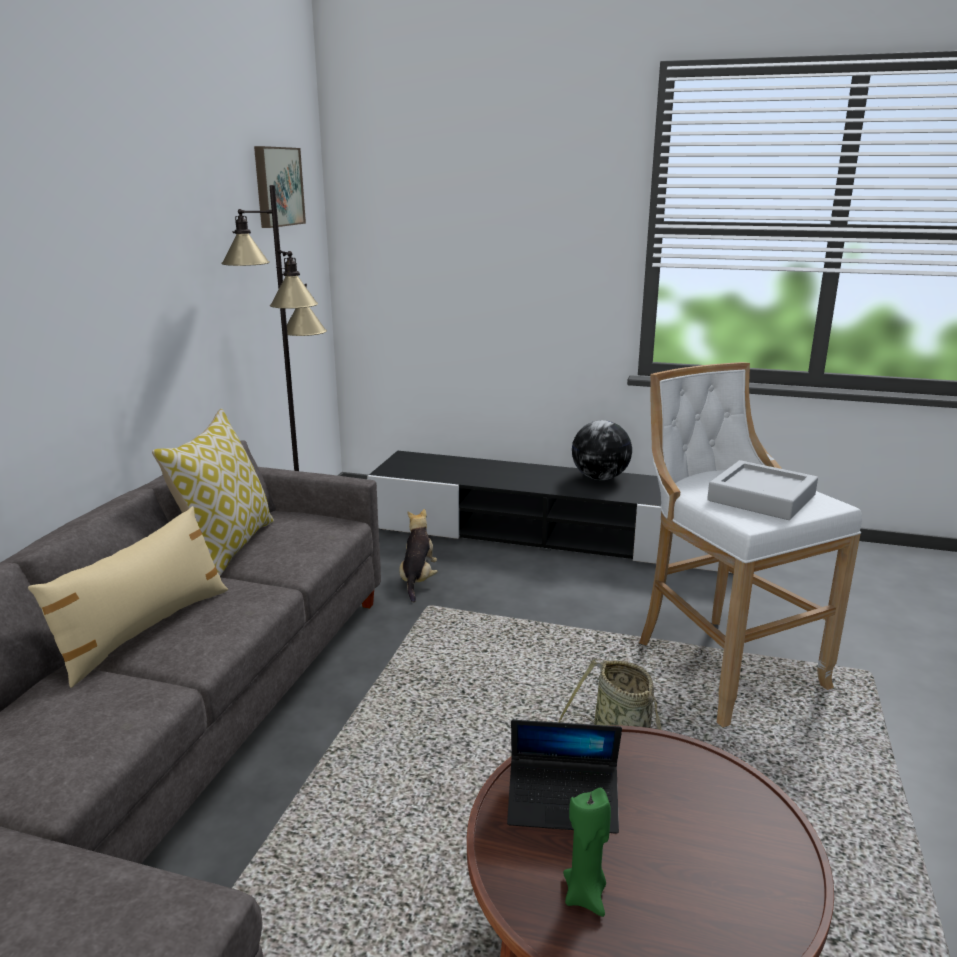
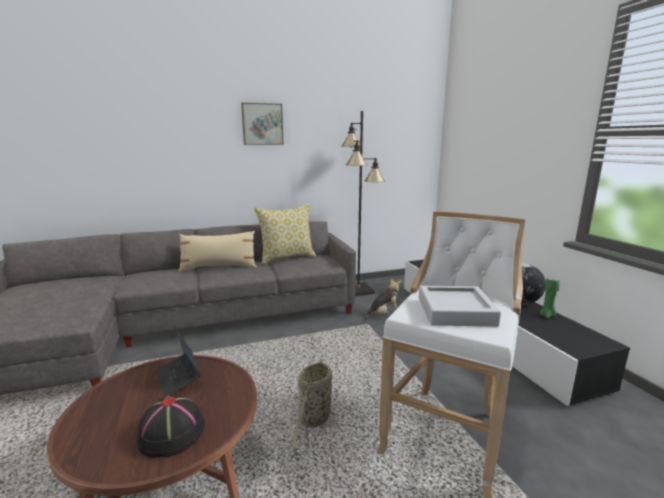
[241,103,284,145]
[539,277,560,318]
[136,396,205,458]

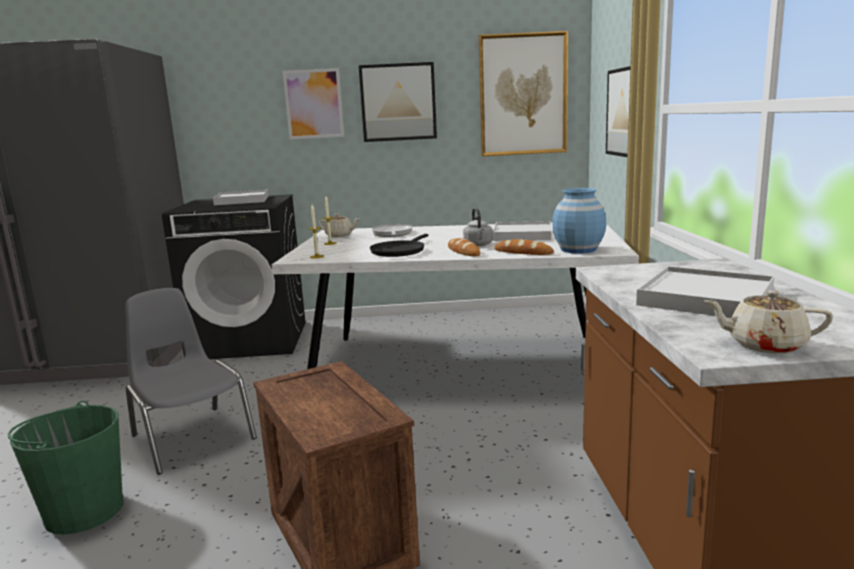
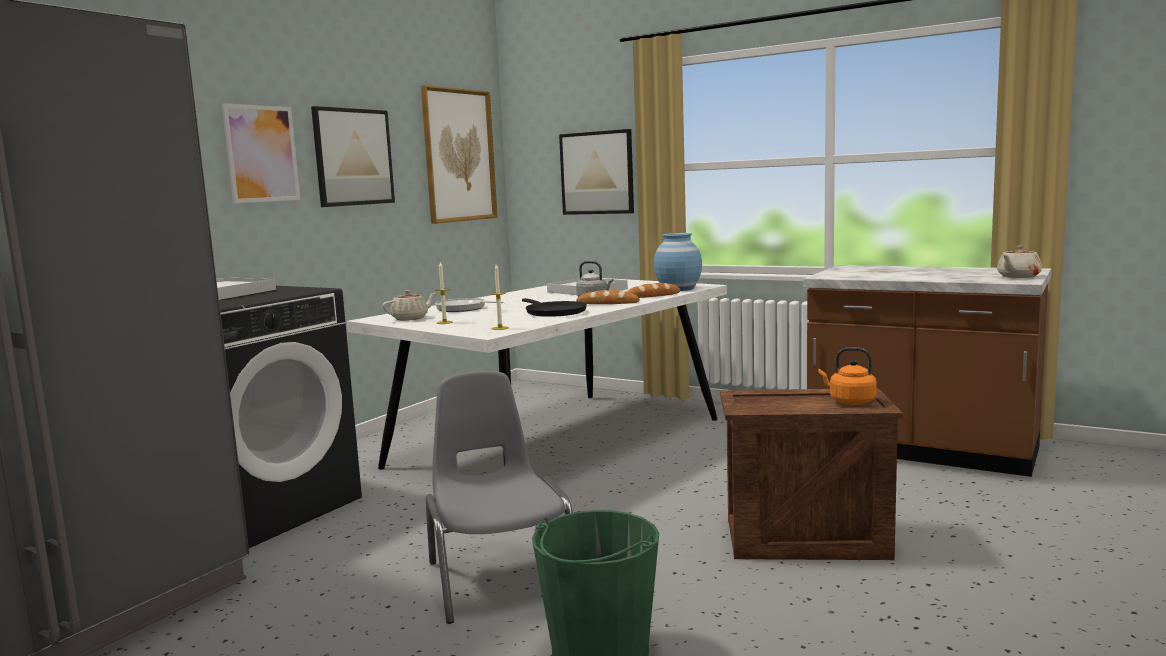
[426,371,573,624]
[636,266,774,318] (first image)
[818,347,877,405]

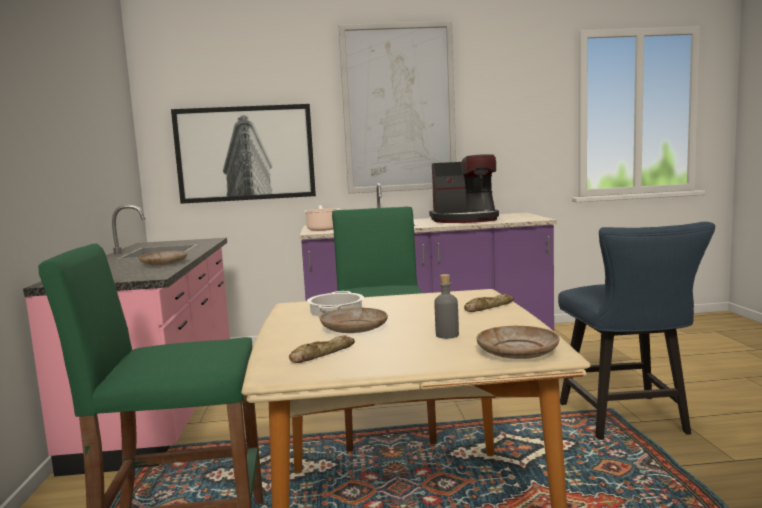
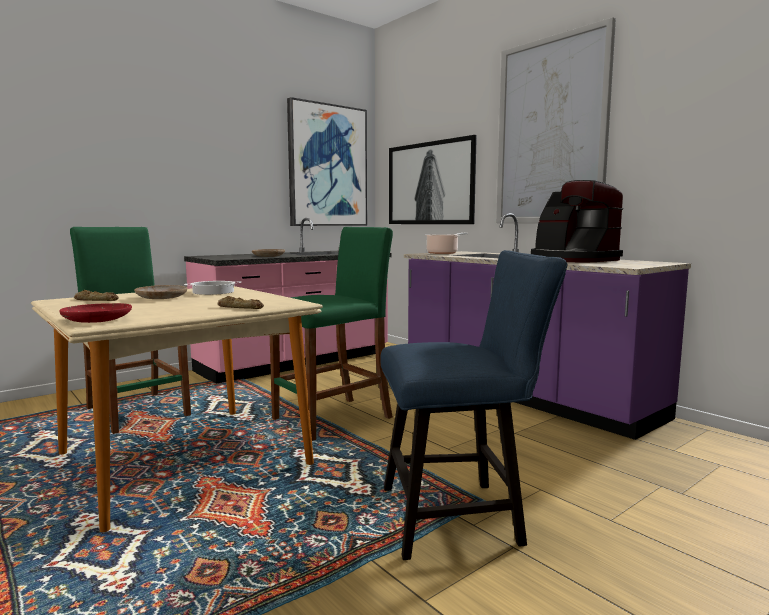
[434,274,459,339] (first image)
[59,303,132,323]
[380,250,568,560]
[287,97,367,226]

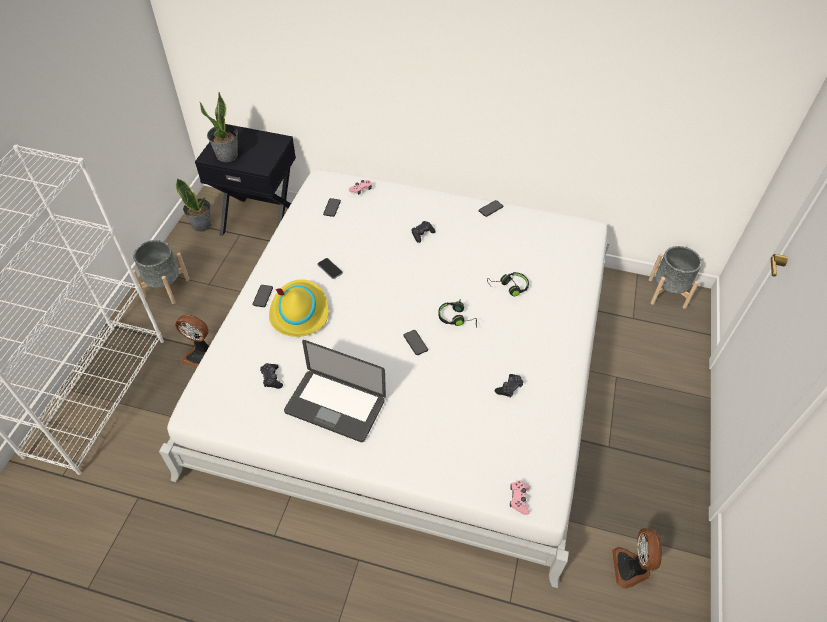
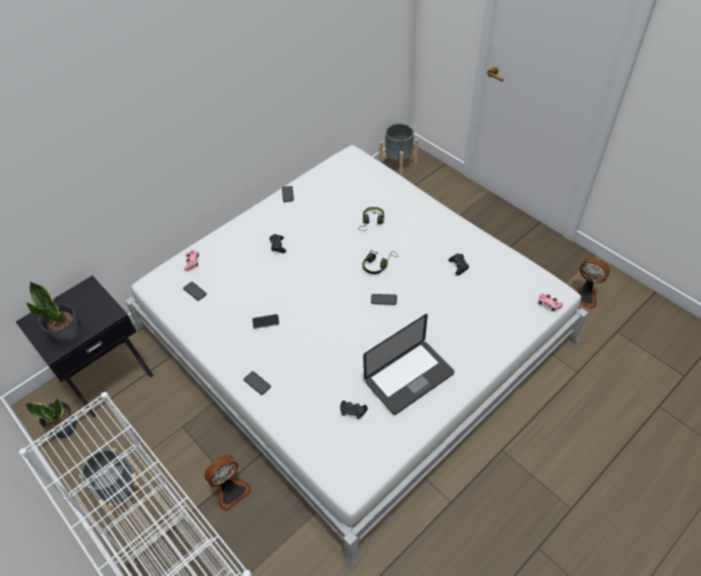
[269,279,329,337] (first image)

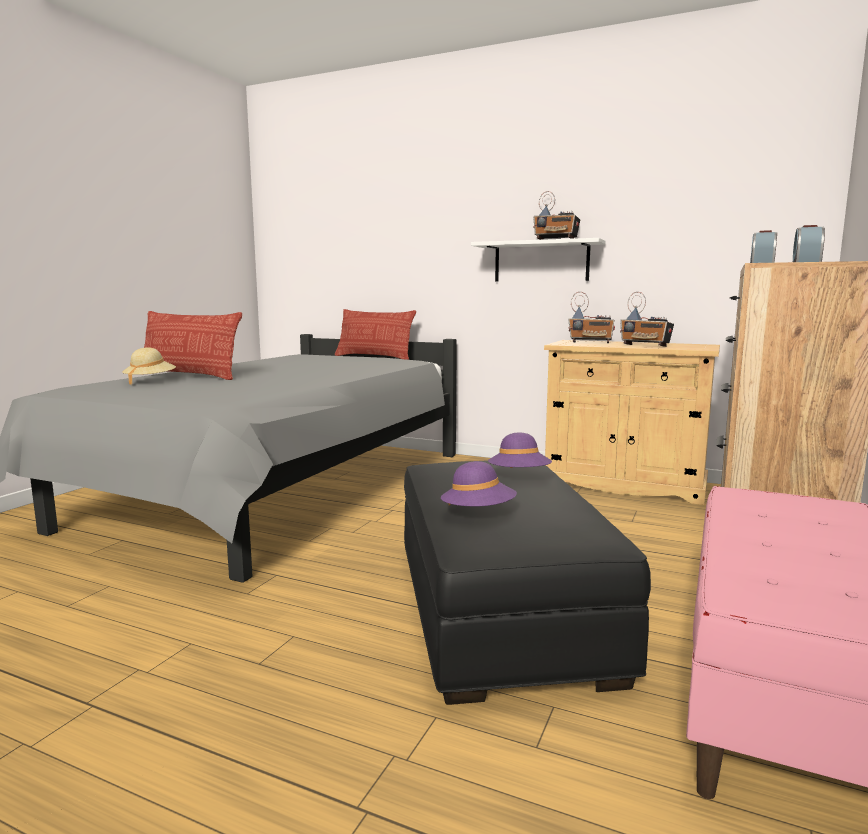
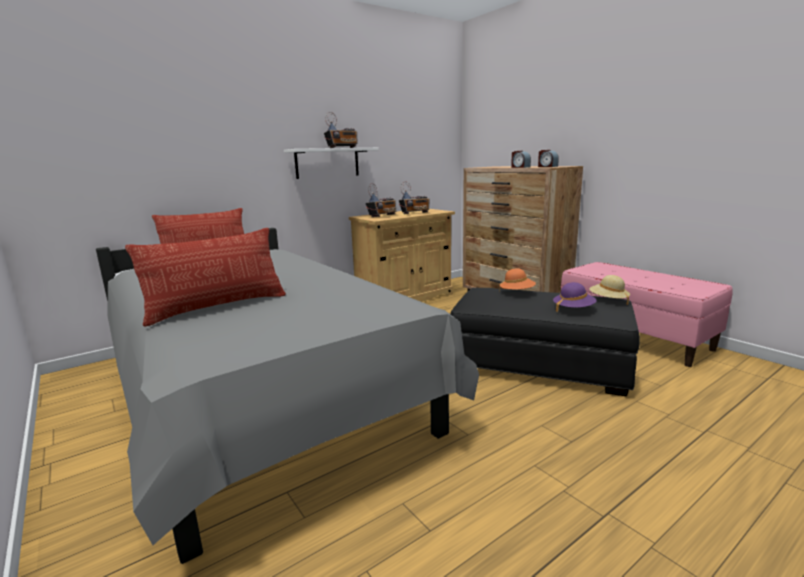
[589,275,630,305]
[499,268,536,291]

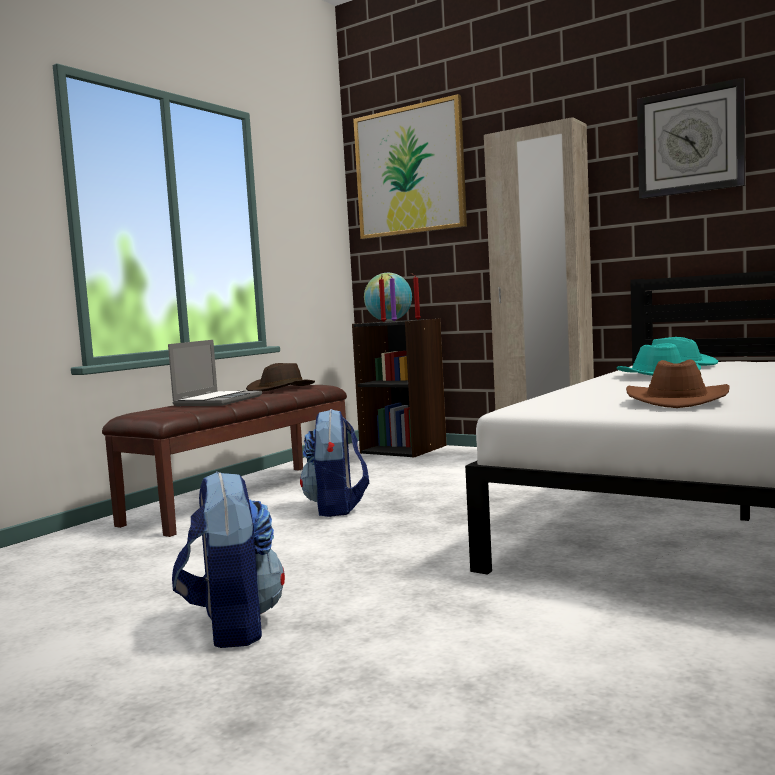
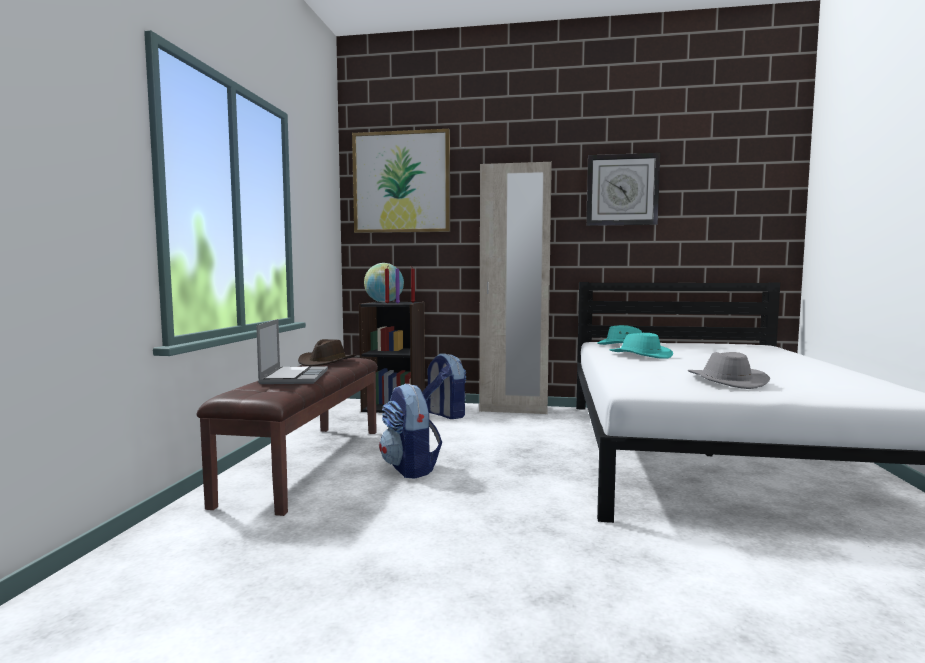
[422,353,466,419]
[688,352,770,389]

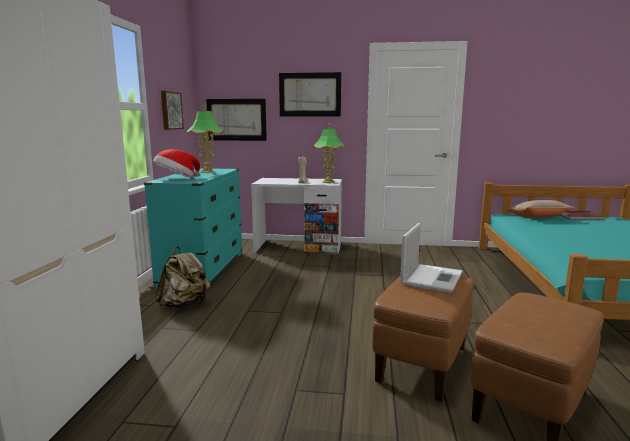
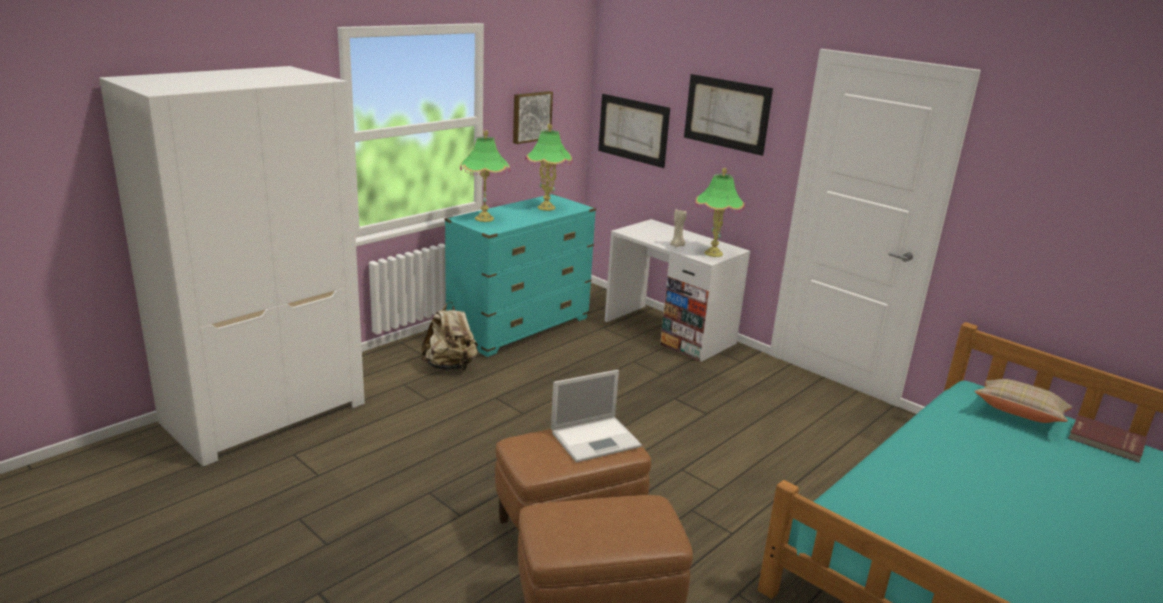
[460,130,510,222]

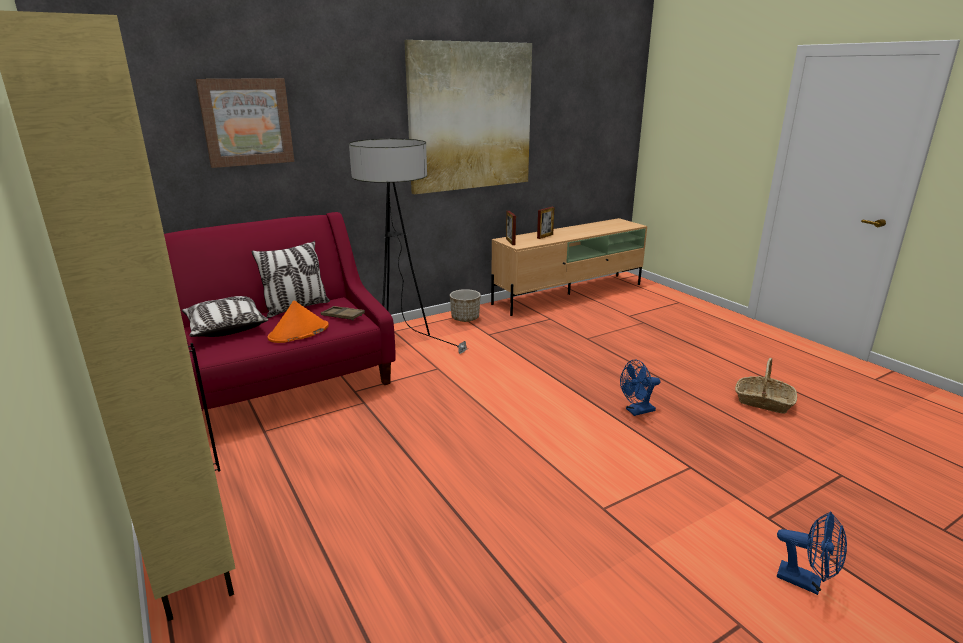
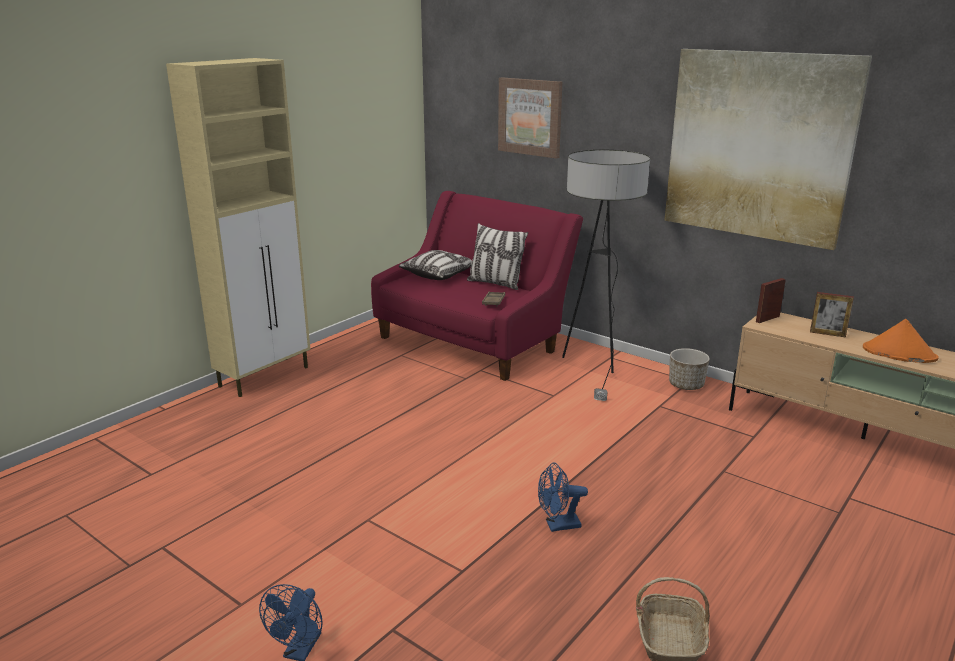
[863,319,939,363]
[538,462,588,532]

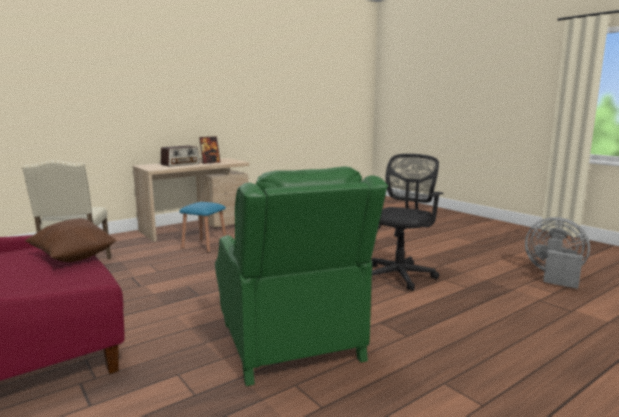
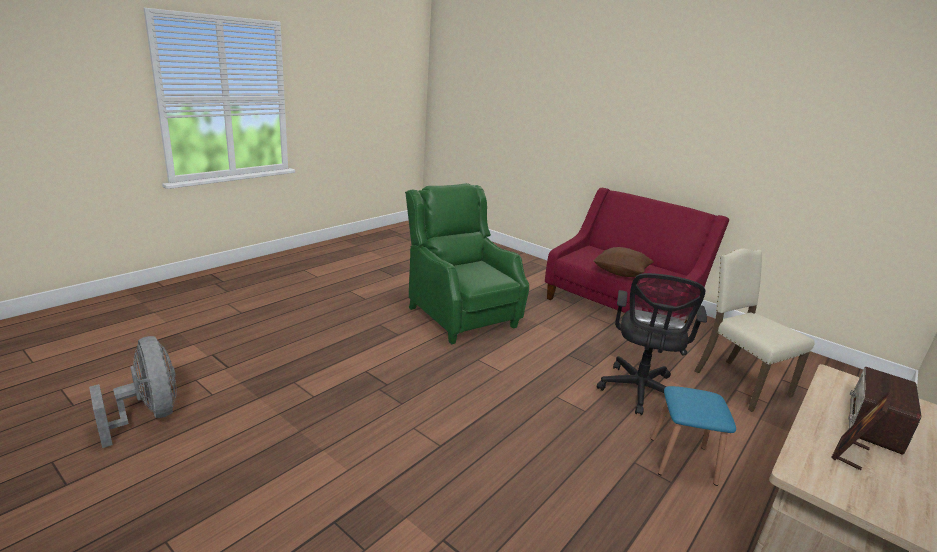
[597,273,707,416]
[89,336,176,448]

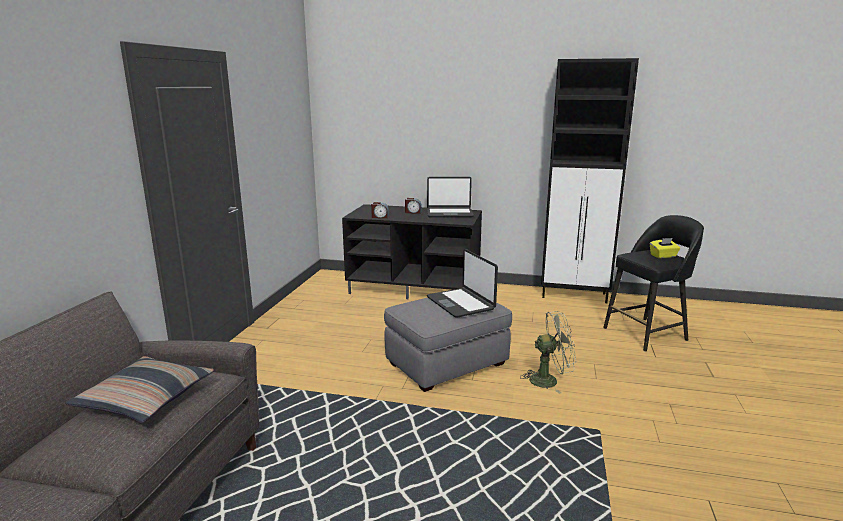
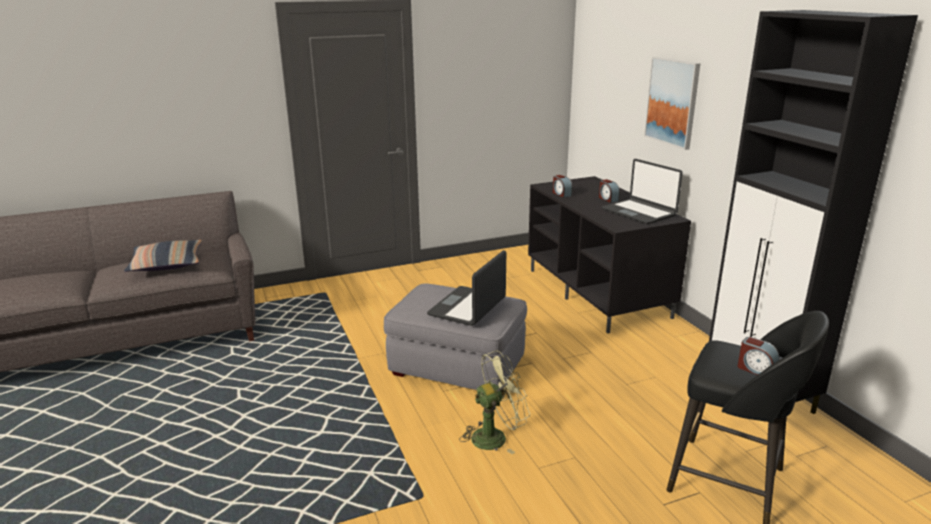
[459,351,530,455]
[738,337,779,375]
[644,57,700,150]

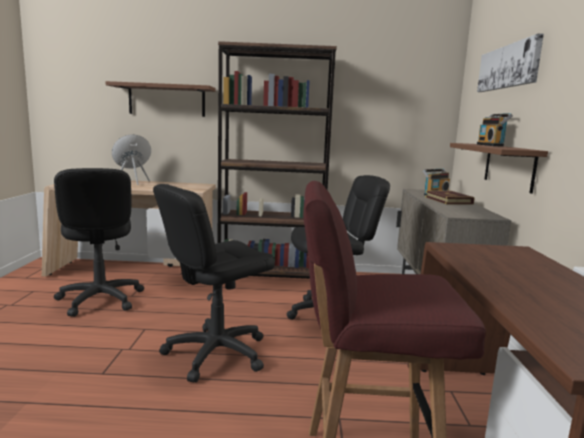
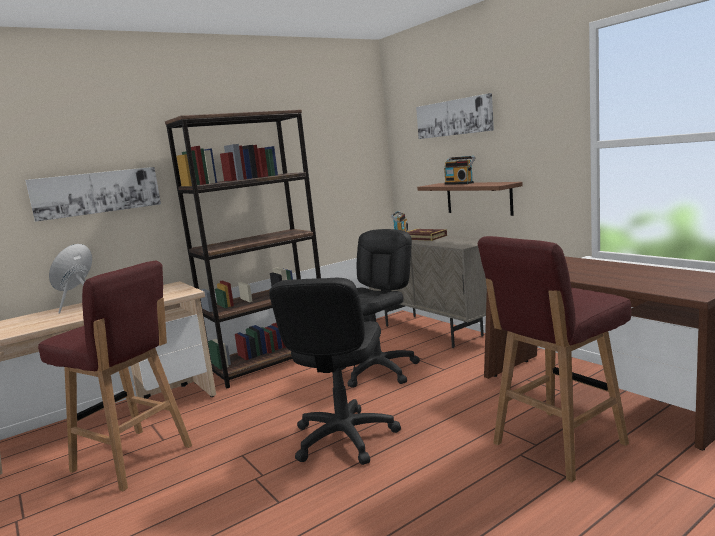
[38,261,192,491]
[25,167,161,222]

